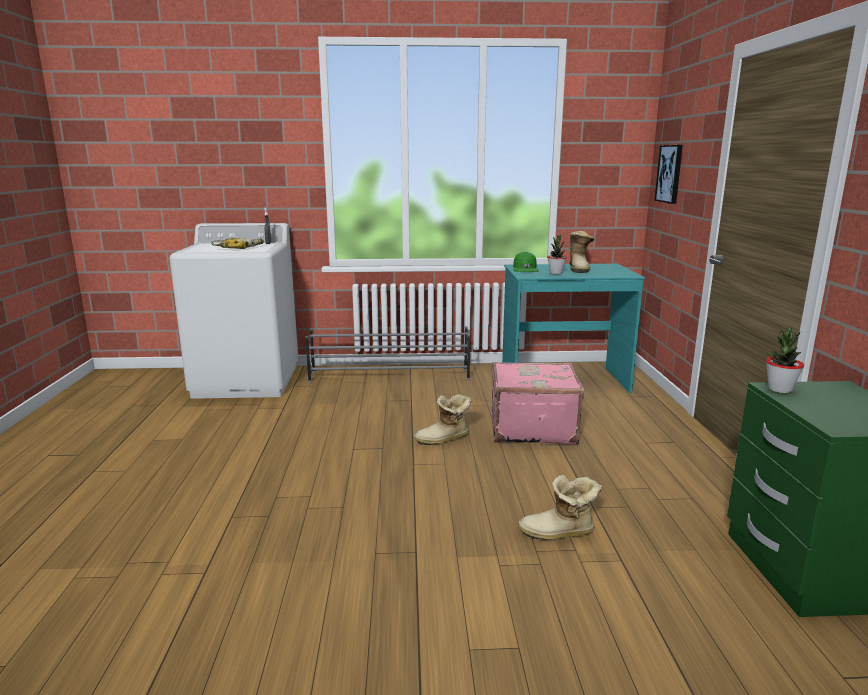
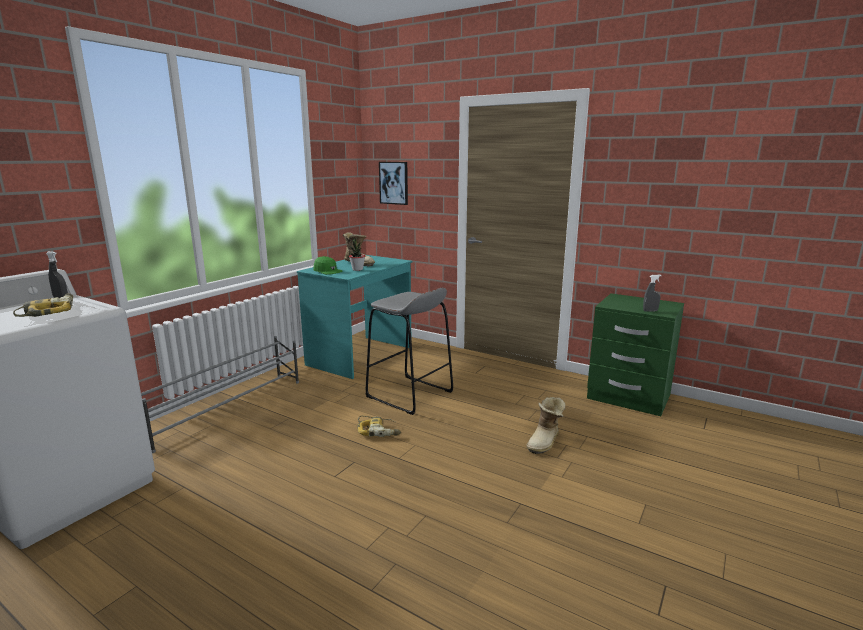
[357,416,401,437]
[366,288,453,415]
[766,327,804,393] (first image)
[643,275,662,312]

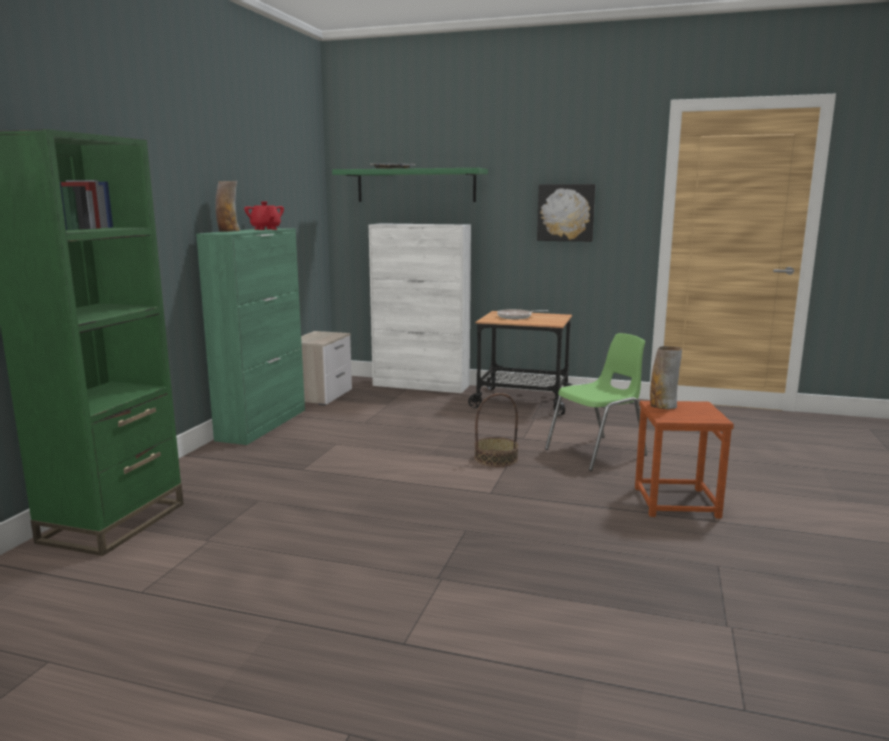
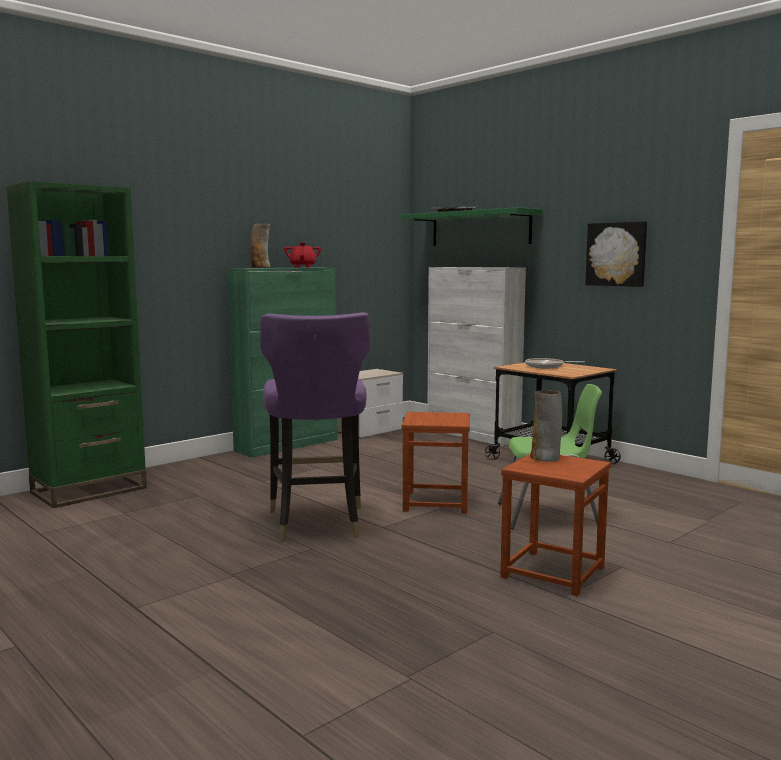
[402,412,470,514]
[260,312,370,542]

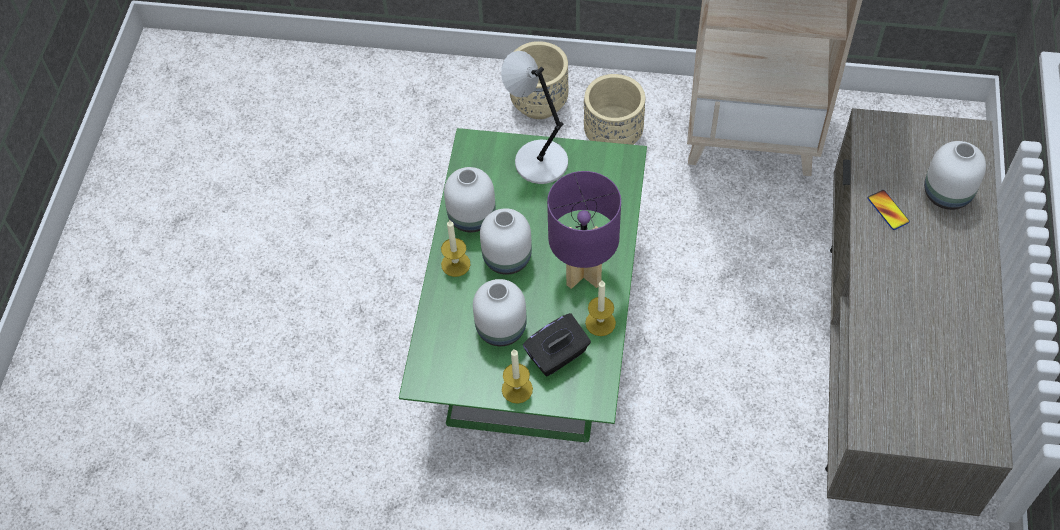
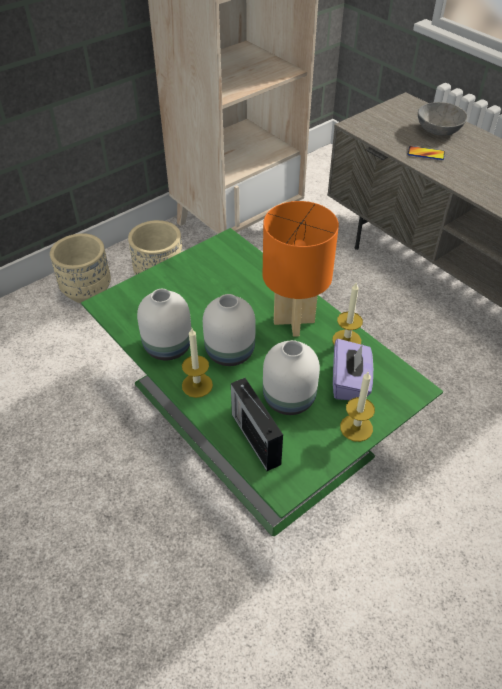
[501,51,568,184] (first image)
[333,339,373,400]
[263,201,339,337]
[418,102,467,136]
[231,378,283,471]

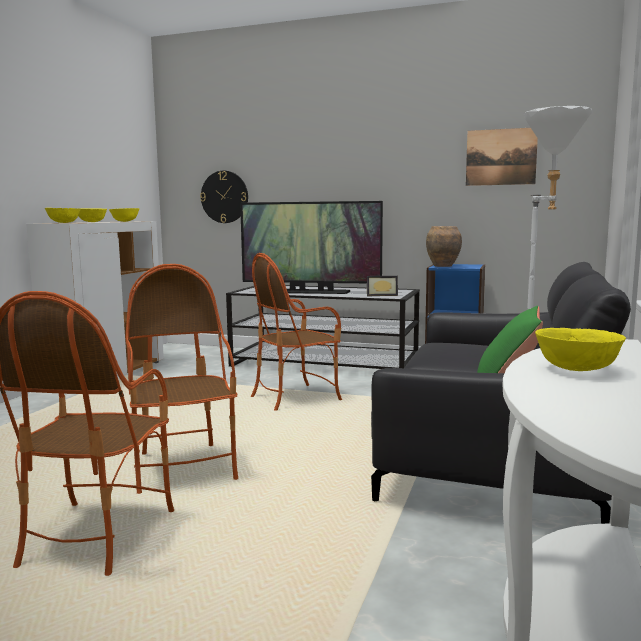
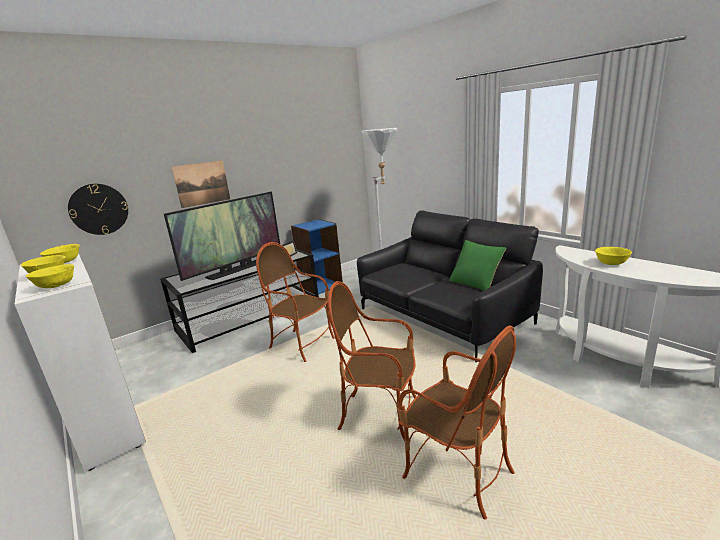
[256,242,335,362]
[426,226,462,267] (first image)
[172,160,230,208]

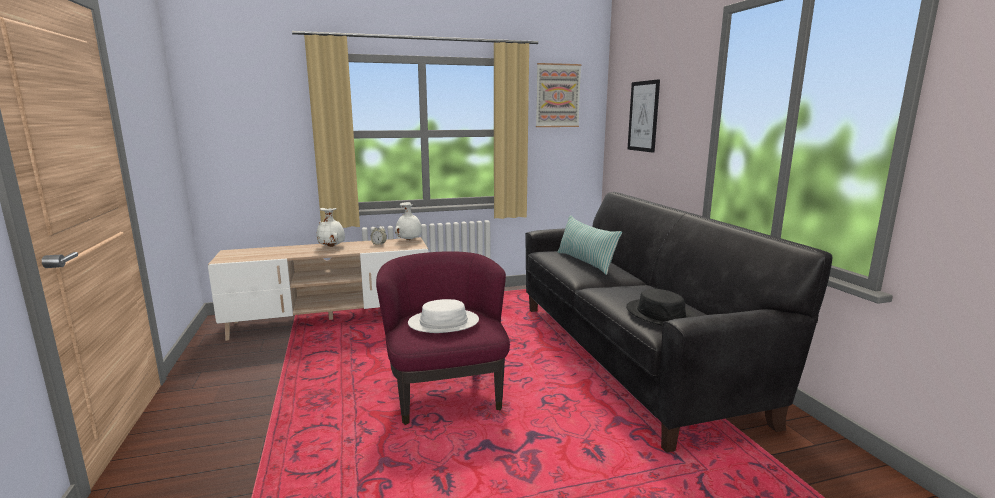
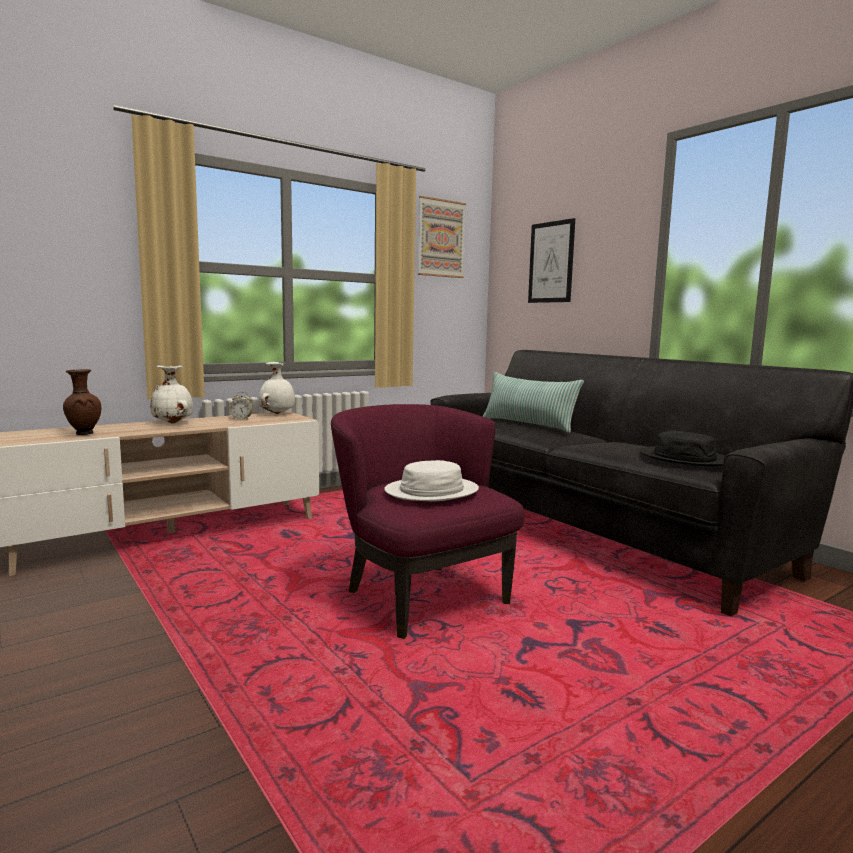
[63,369,101,435]

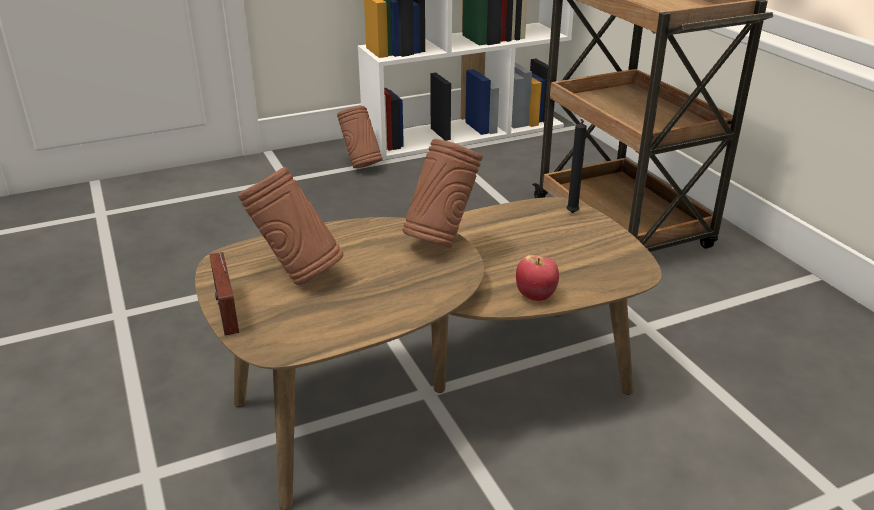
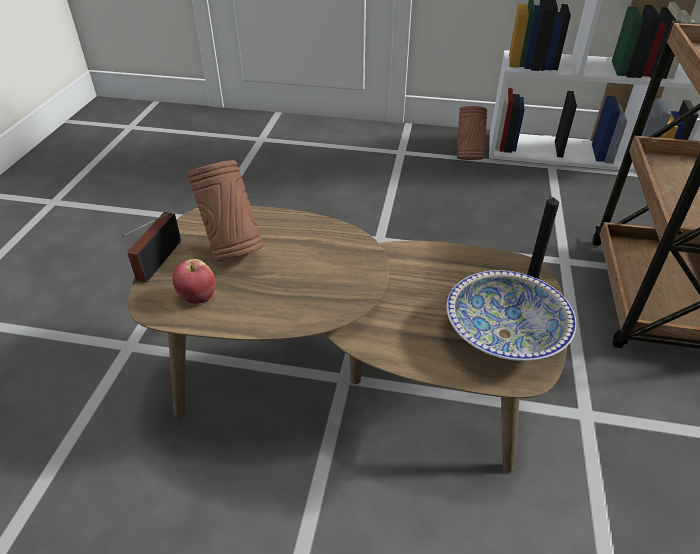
[402,139,483,248] (first image)
[173,259,215,304]
[446,270,576,361]

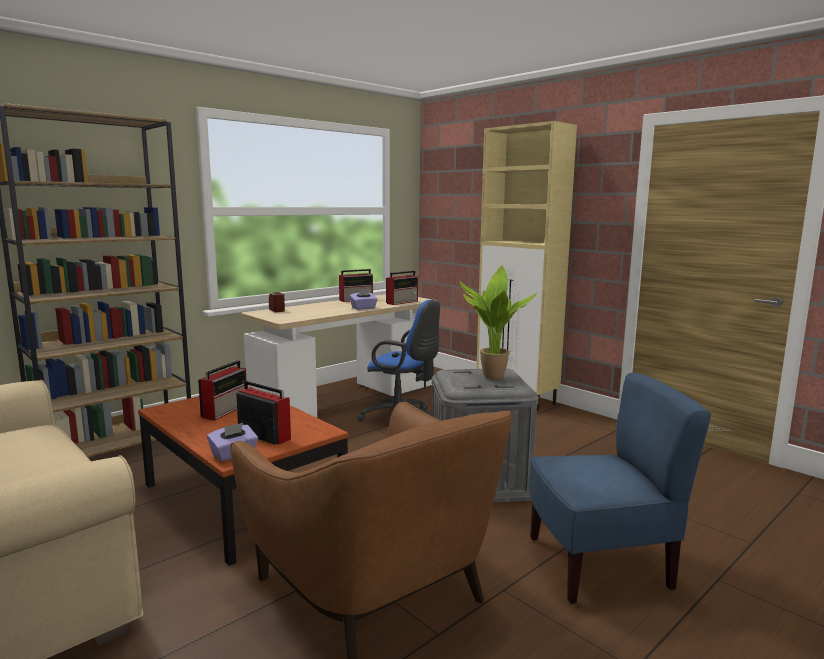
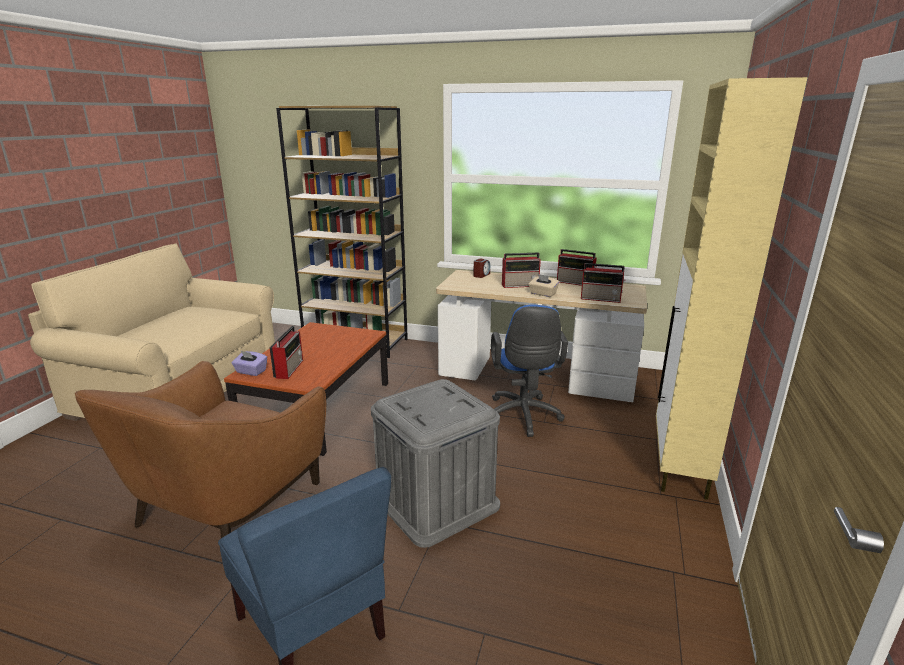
[502,253,541,288]
[529,274,559,297]
[460,265,537,380] (first image)

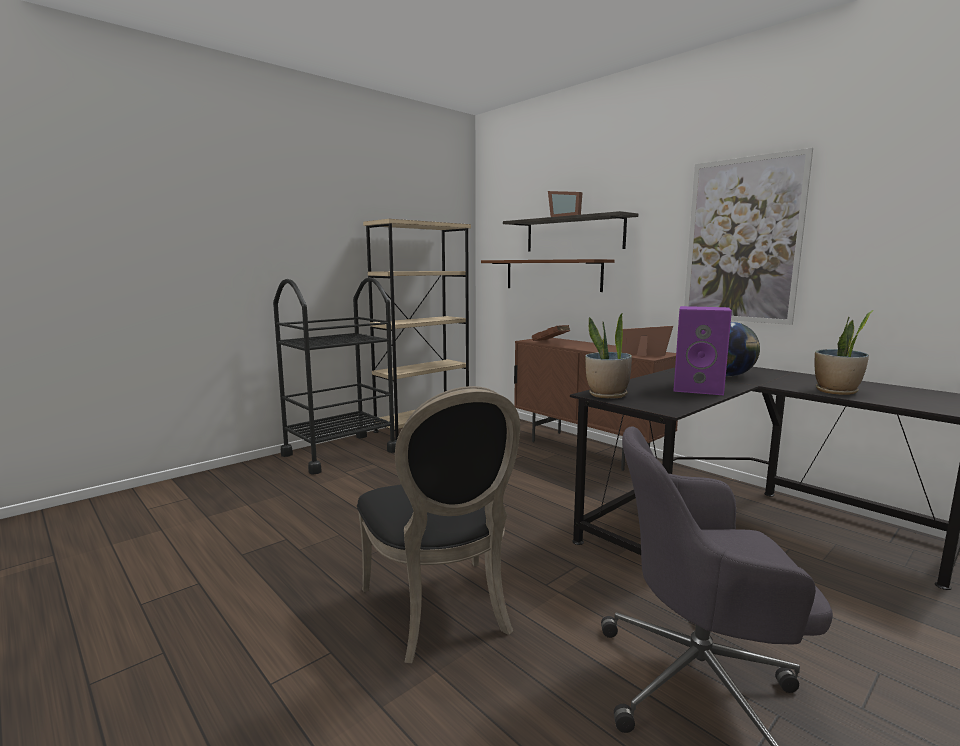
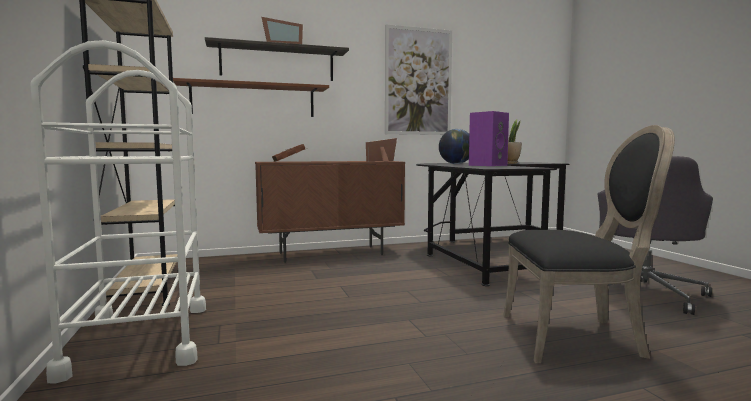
[30,40,206,383]
[585,312,632,399] (first image)

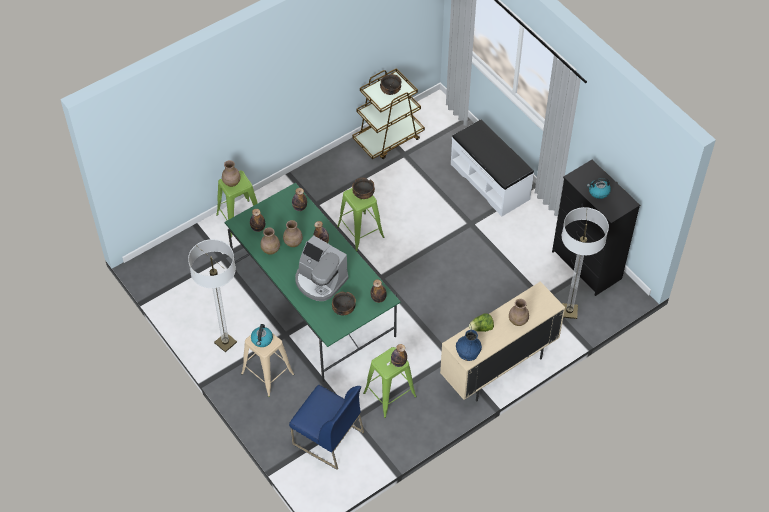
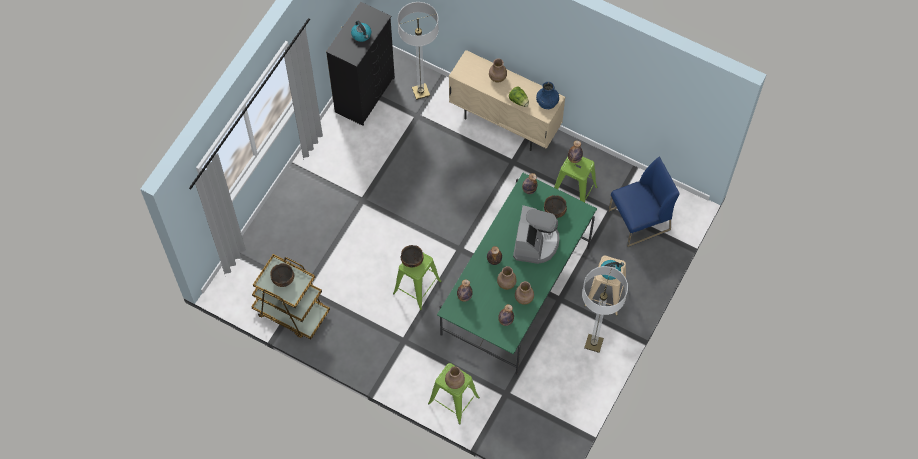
[608,156,680,247]
[451,119,534,217] (first image)

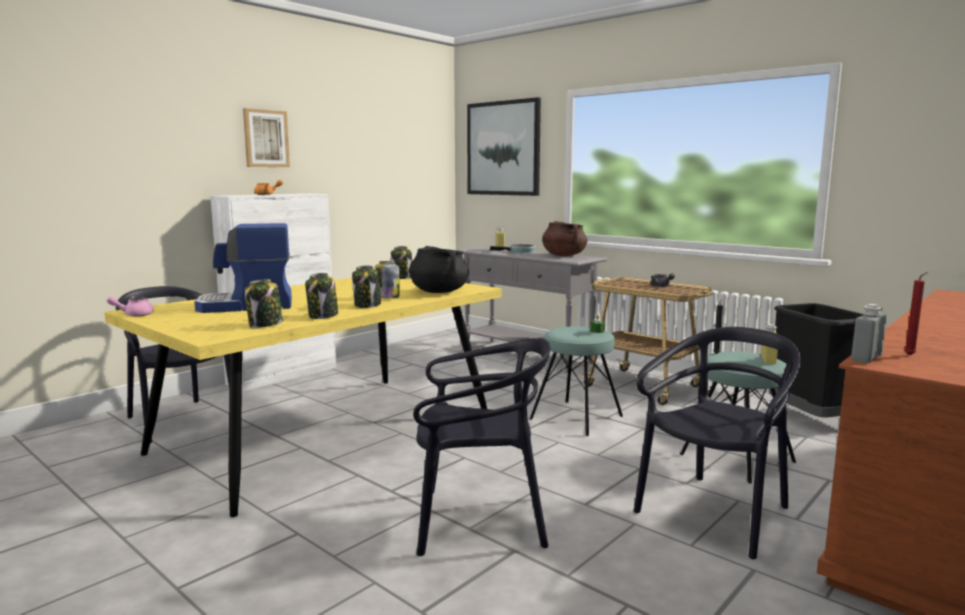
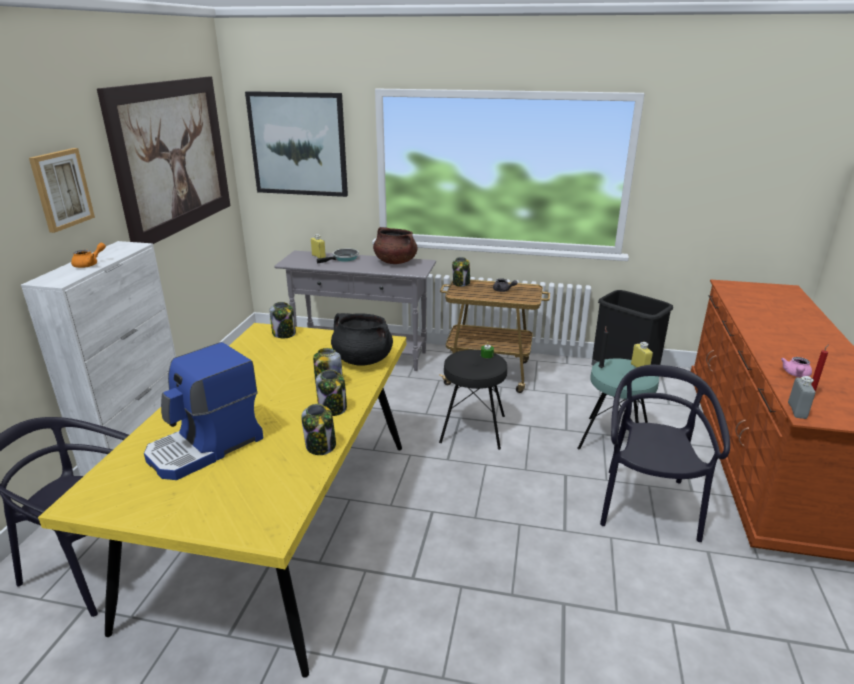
[781,357,812,377]
[452,257,470,287]
[413,338,550,556] (first image)
[439,350,507,450]
[97,77,230,244]

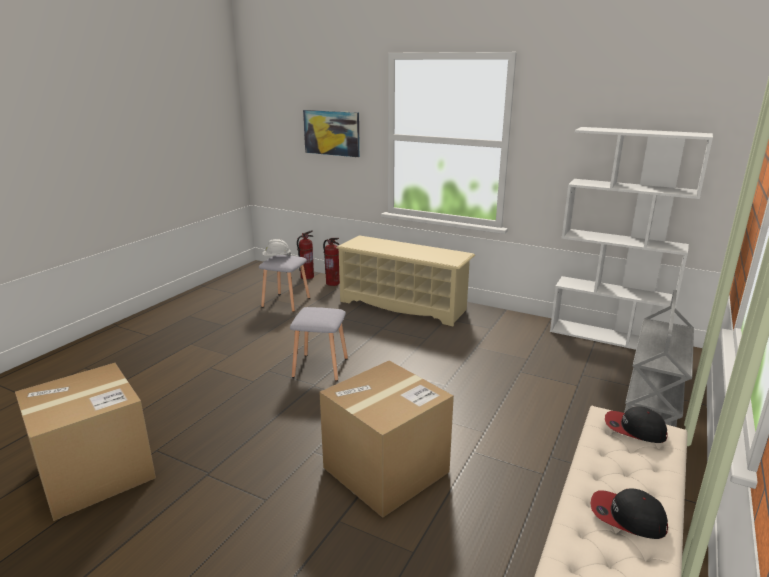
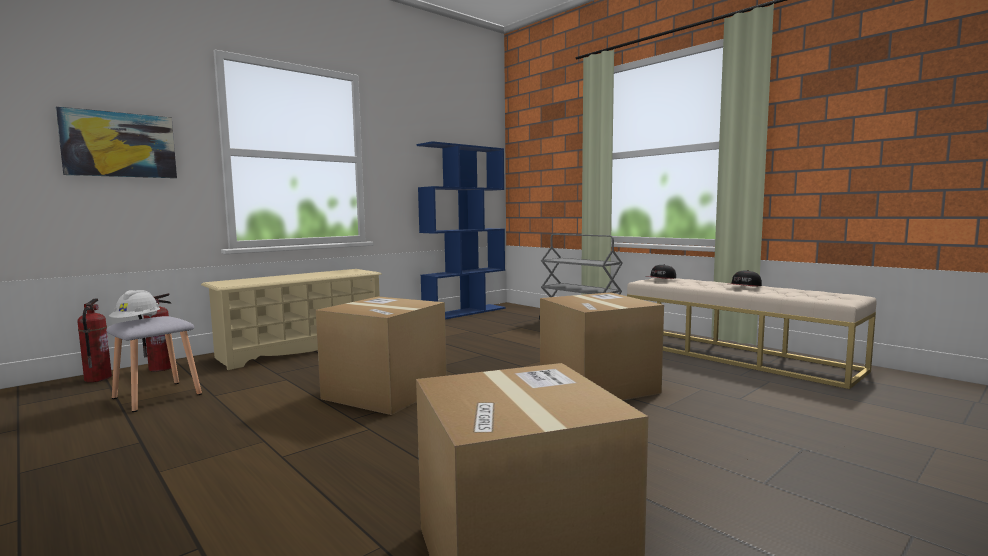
[316,297,447,415]
[417,141,506,320]

